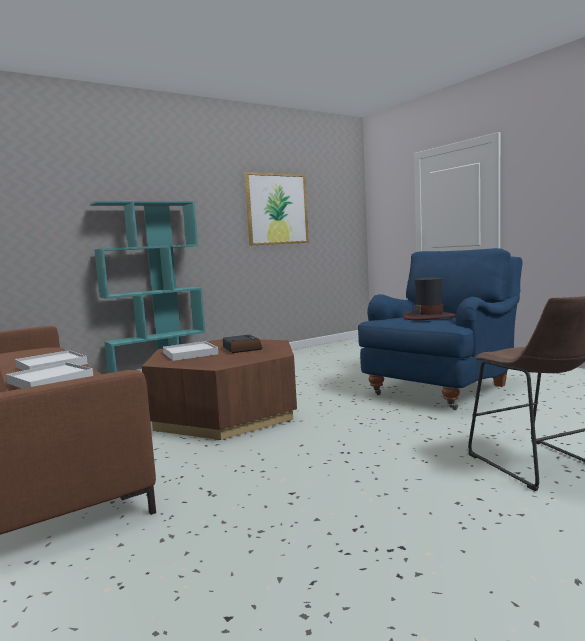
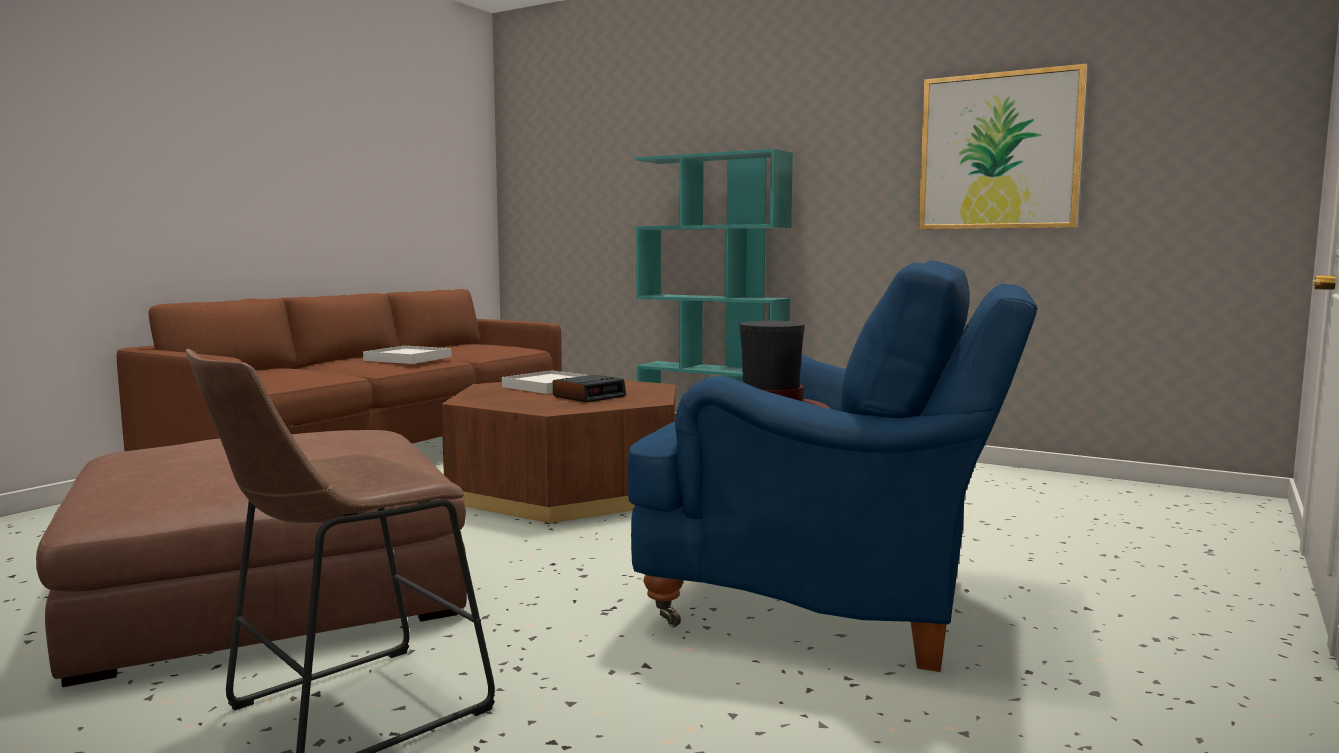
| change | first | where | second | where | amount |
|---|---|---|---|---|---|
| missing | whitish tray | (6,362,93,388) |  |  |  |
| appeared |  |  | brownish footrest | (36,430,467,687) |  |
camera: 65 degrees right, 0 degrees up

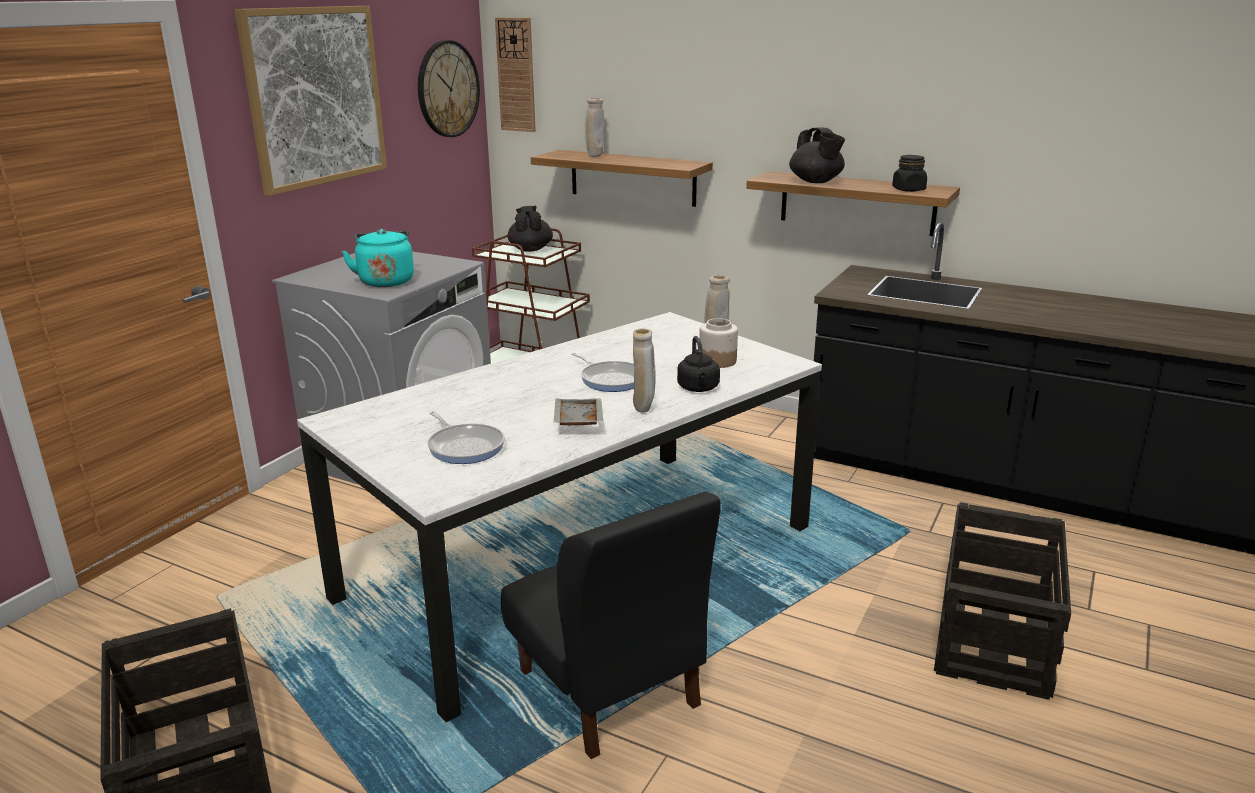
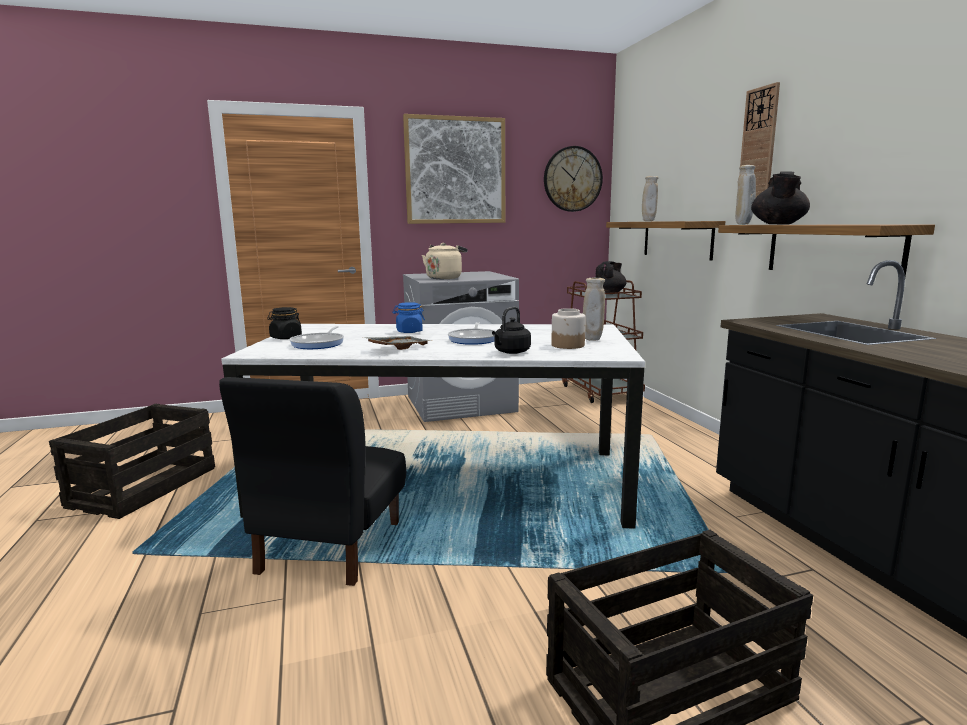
| change | first | where | second | where | amount |
|---|---|---|---|---|---|
| relocated | clock on the wall | (495,18,536,132) |  | (739,82,780,197) |  |
| relocated | black-coloured preserve jar | (892,155,927,192) |  | (267,307,302,339) |  |
| colour | turquoise-coloured kettle | (342,229,414,287) | sand-coloured kettle | (422,243,468,279) |  |
| relocated | sand-coloured vase | (633,329,656,413) |  | (735,165,756,225) |  |
| appeared |  |  | bluish preserve jar | (392,302,425,333) |  |
camera: 45 degrees right, 10 degrees down

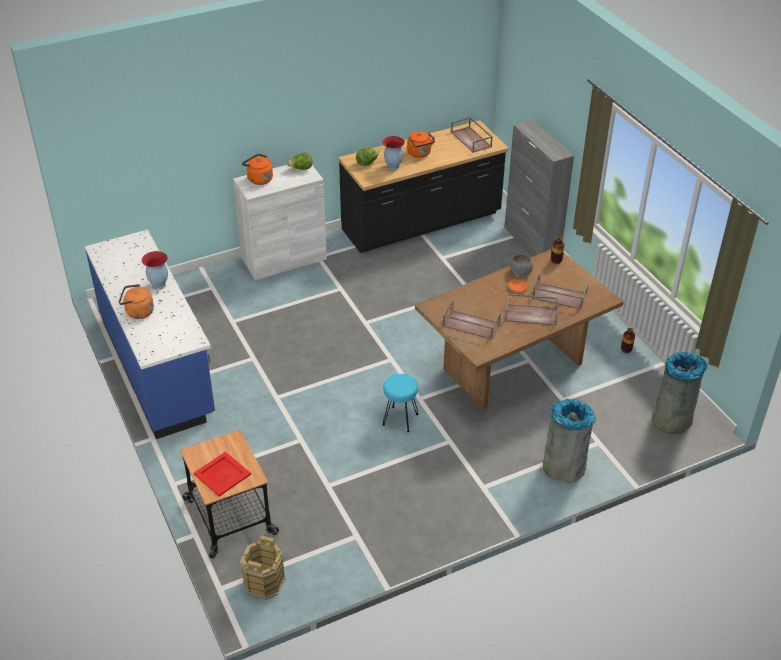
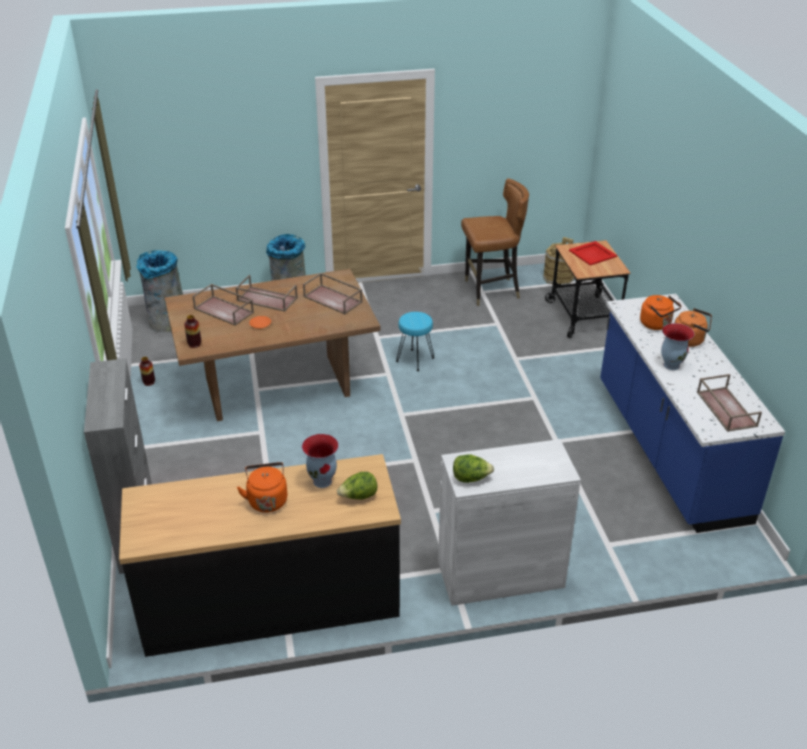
| change | first | where | second | where | amount |
|---|---|---|---|---|---|
| relocated | brownish tray | (451,117,493,153) |  | (697,374,762,432) |  |
| relocated | orangey kettle | (242,154,273,185) |  | (640,295,681,330) |  |
| missing | gray bowl | (510,255,533,276) |  |  |  |
| appeared |  |  | brownish plain chair | (461,178,529,306) |  |
camera: 165 degrees left, 5 degrees down

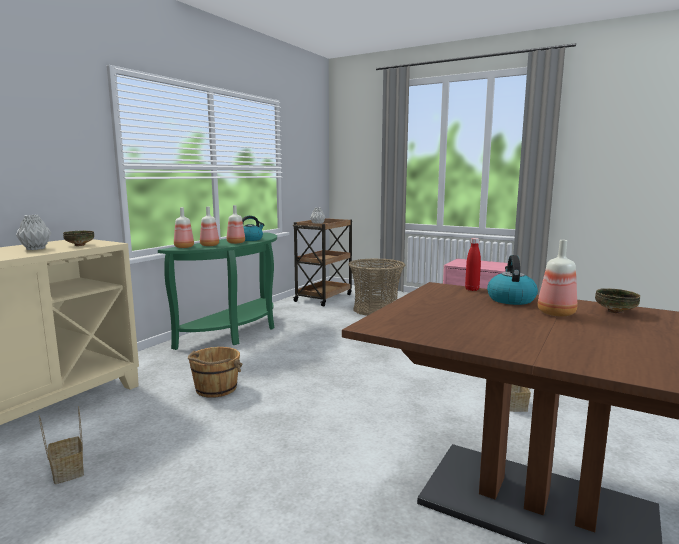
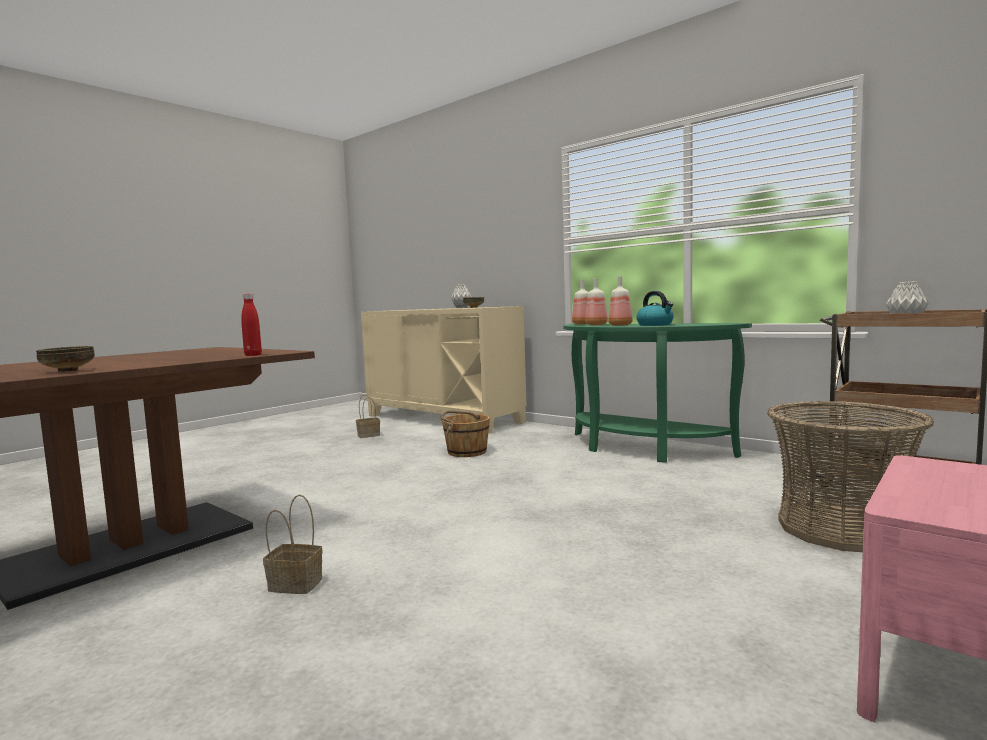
| change | first | where | second | where | amount |
|---|---|---|---|---|---|
| missing | beverage bottle | (537,240,577,317) |  |  |  |
| missing | kettle | (487,255,538,305) |  |  |  |
camera: 100 degrees right, 5 degrees down

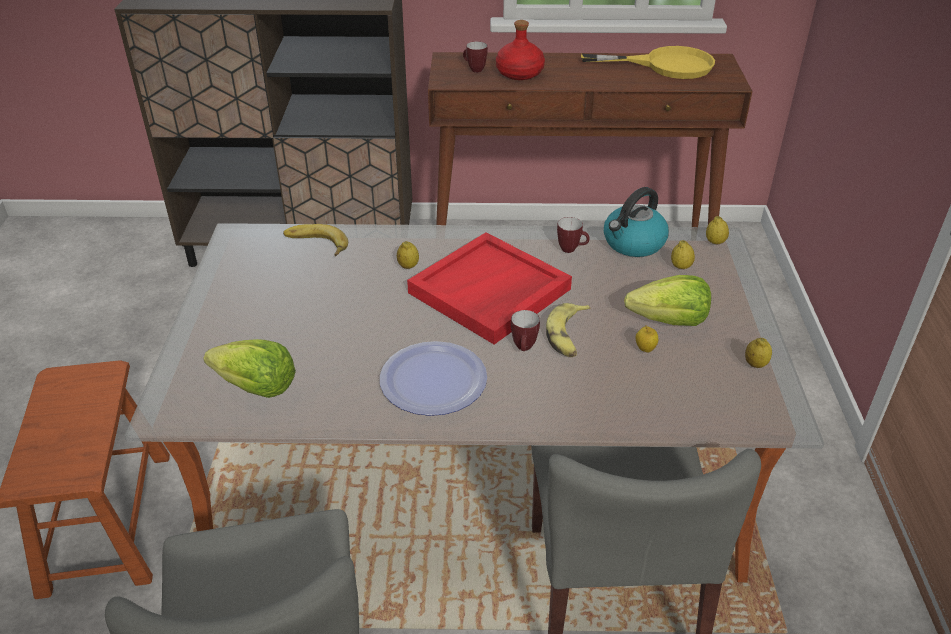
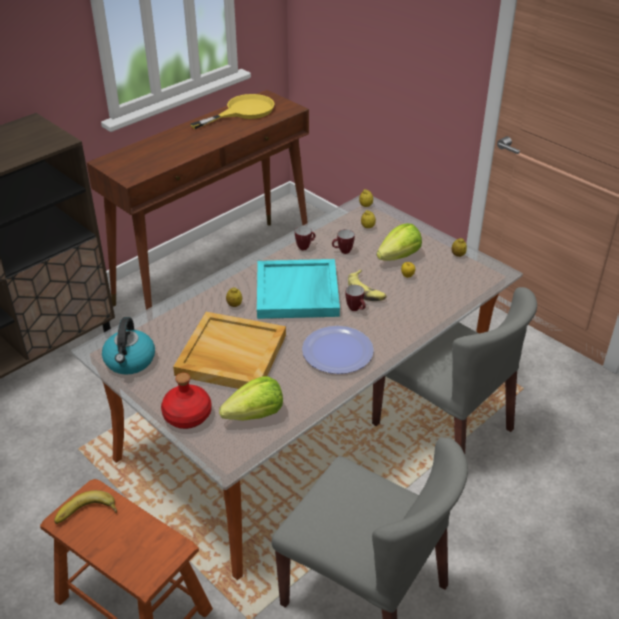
| change | first | where | second | where | amount |
|---|---|---|---|---|---|
| relocated | red beverage bottle | (496,20,545,80) |  | (161,373,212,429) |  |
| relocated | coffee mug | (463,41,488,73) |  | (332,229,355,254) |  |
| relocated | kettle | (604,187,669,257) |  | (102,317,155,375) |  |
| relocated | banana | (283,224,348,256) |  | (54,490,117,524) |  |
| colour | red tray | (407,232,572,345) | turquoise-coloured tray | (257,259,340,319) |  |
| appeared |  |  | sand-coloured tray | (173,312,286,389) |  |
camera: 45 degrees left, 0 degrees up

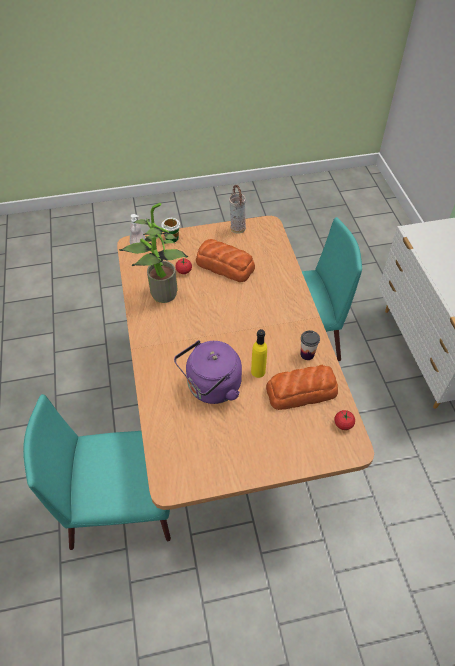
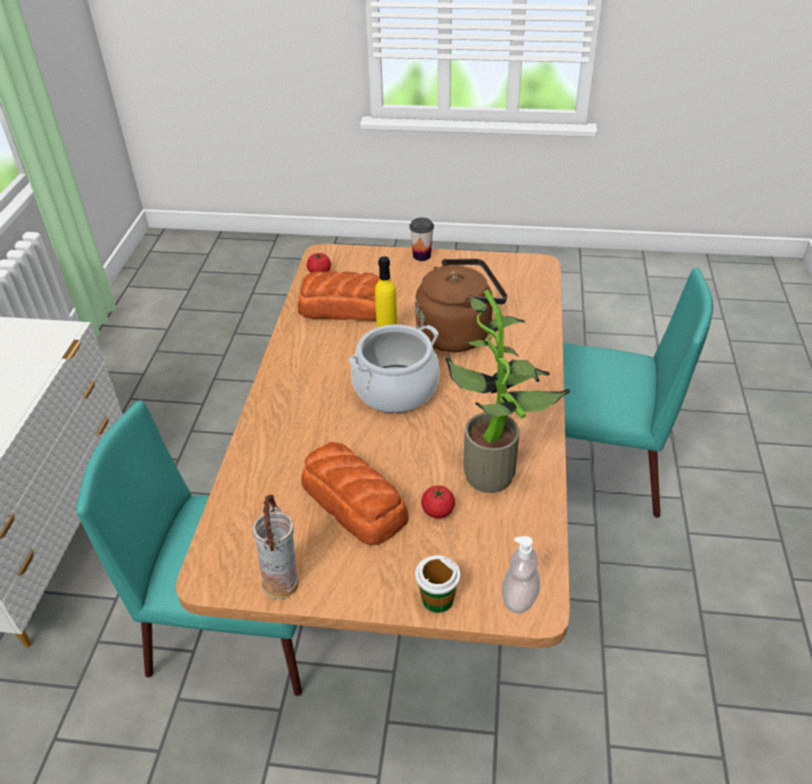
| change | first | where | second | where | amount |
|---|---|---|---|---|---|
| relocated | drinking cup | (300,330,320,360) |  | (409,218,434,261) |  |
| colour | purple-coloured kettle | (174,340,242,404) | brownish kettle | (415,259,507,352) |  |
| appeared |  |  | stockpot | (349,324,440,413) |  |
camera: 160 degrees left, 10 degrees down

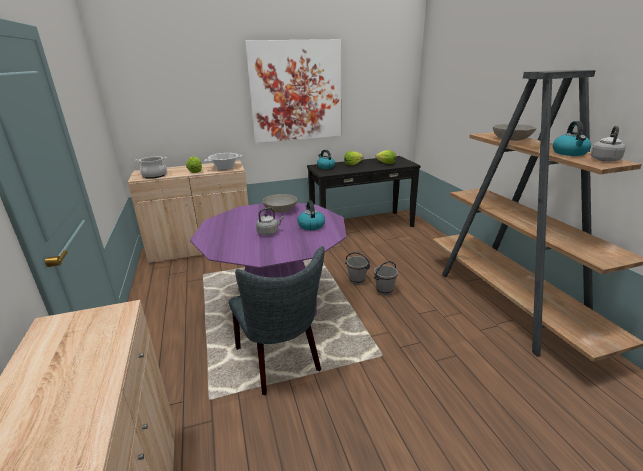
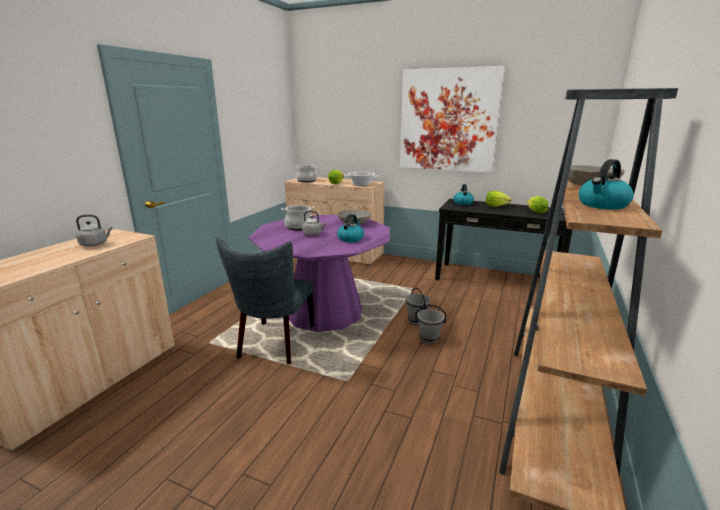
| change | first | where | second | where | amount |
|---|---|---|---|---|---|
| relocated | gray kettle | (591,126,626,162) |  | (76,215,112,247) |  |
| appeared |  |  | stockpot | (281,205,315,230) |  |
camera: 40 degrees right, 5 degrees down

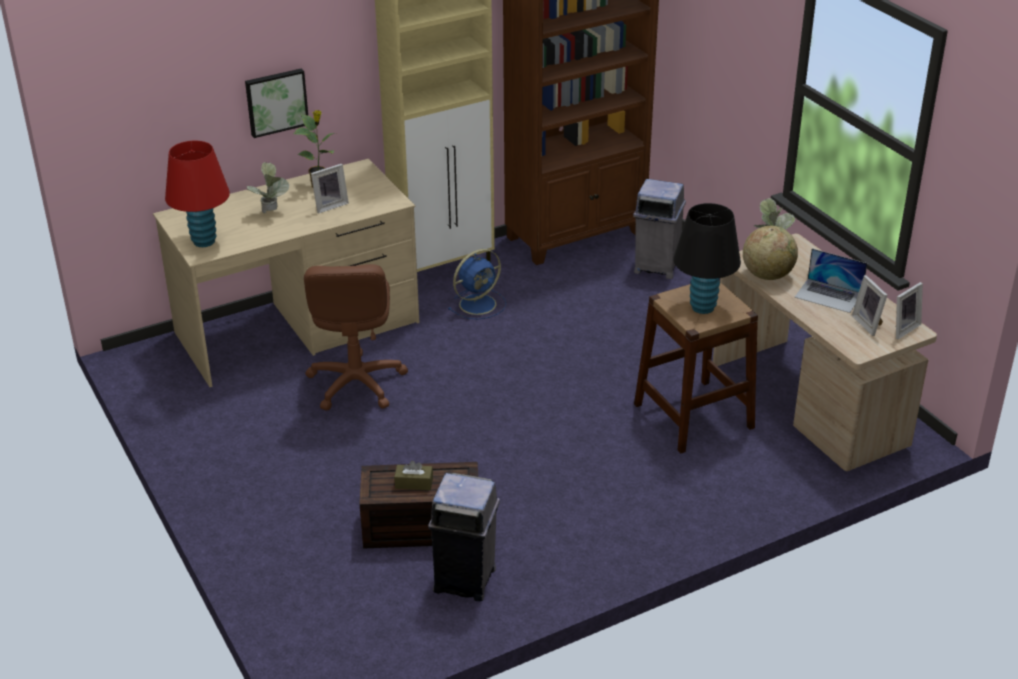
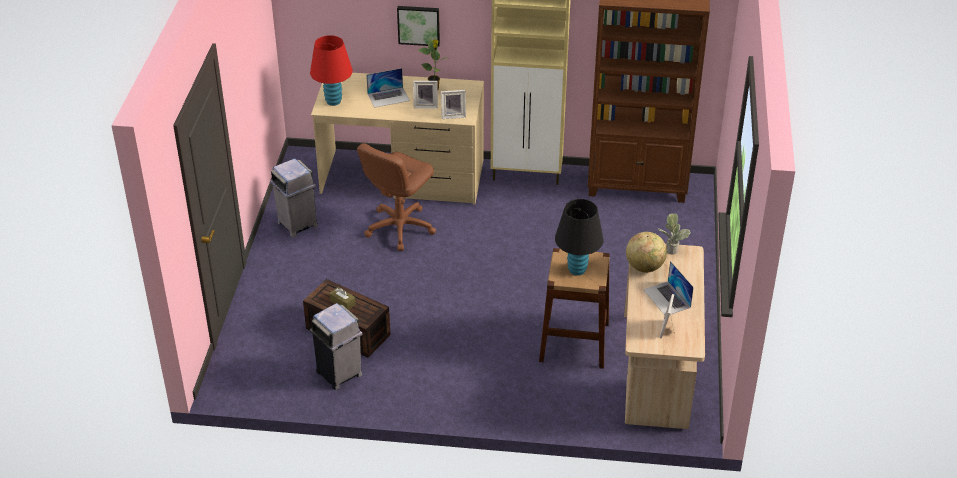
| change | first | where | second | where | amount |
|---|---|---|---|---|---|
| exchanged | potted plant | (247,162,289,214) | laptop | (366,68,410,108) |  |
| relocated | gray waste bin | (633,179,686,279) |  | (270,158,318,237) |  |
| missing | bluish cooling fan | (448,249,506,320) |  |  |  |
| relocated | picture frame | (896,282,923,339) |  | (441,90,466,119) |  |
camera: 35 degrees right, 5 degrees up

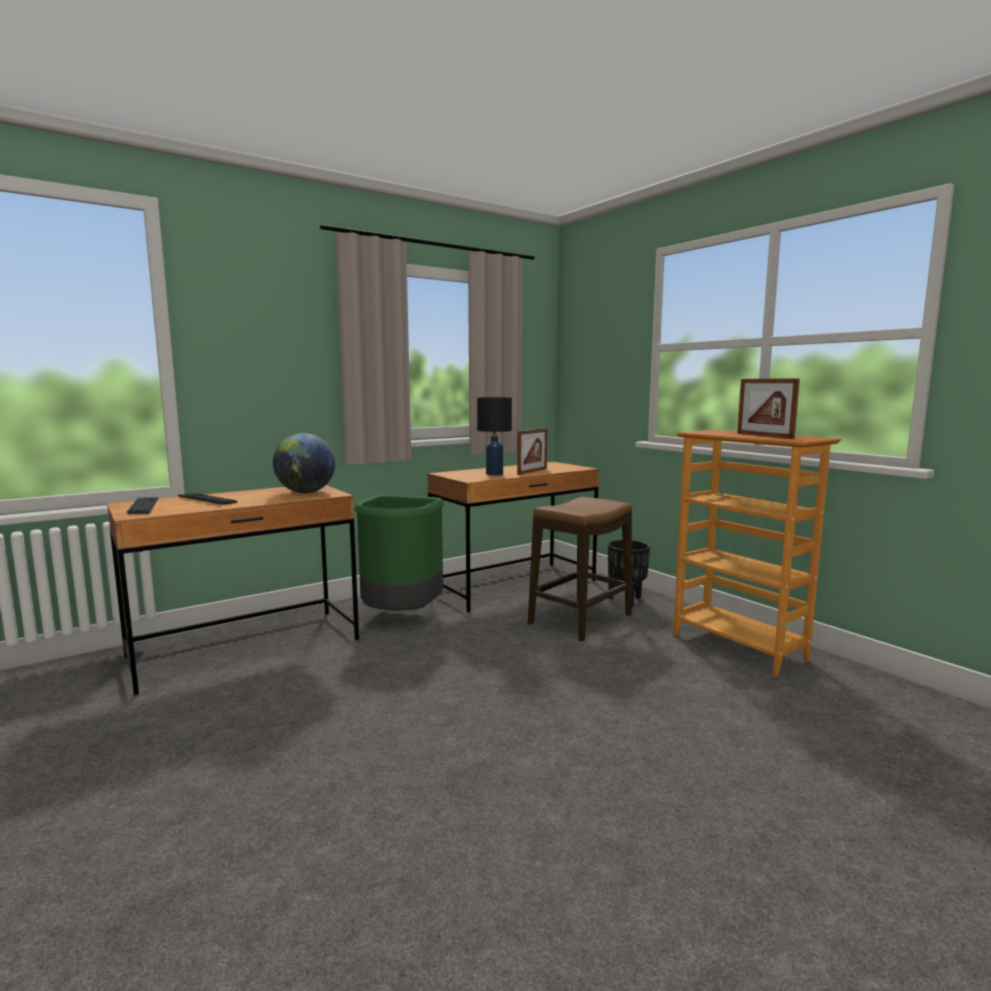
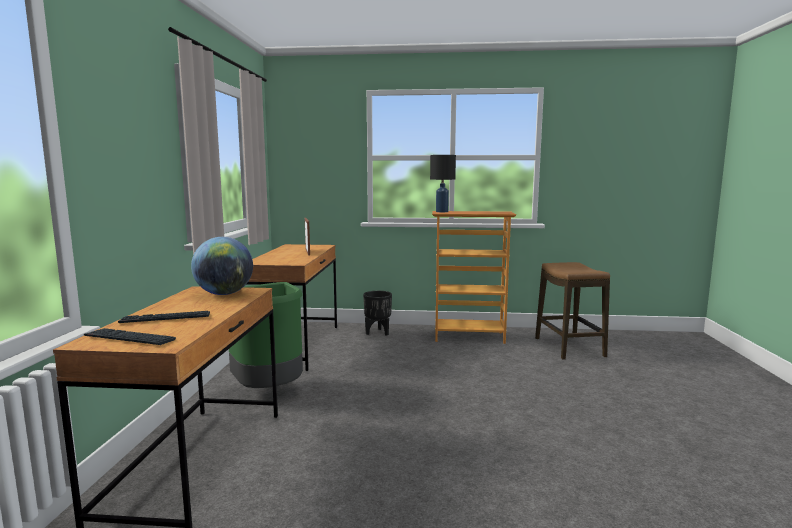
| change | first | where | second | where | amount |
|---|---|---|---|---|---|
| missing | picture frame | (737,378,800,439) |  |  |  |
| relocated | black-coloured lamp for a table | (477,397,512,476) |  | (430,155,456,212) |  |
| relocated | stool seat | (528,497,632,642) |  | (535,262,610,360) |  |
camera: 50 degrees left, 0 degrees up

